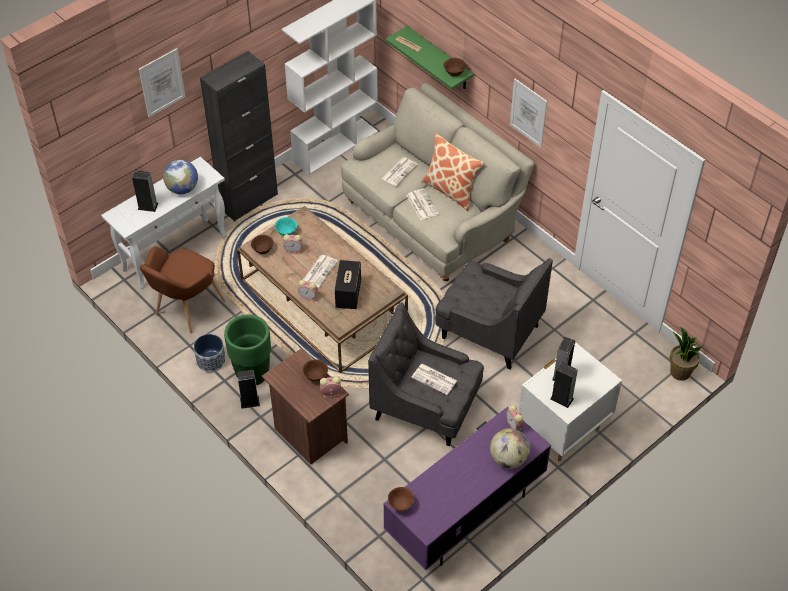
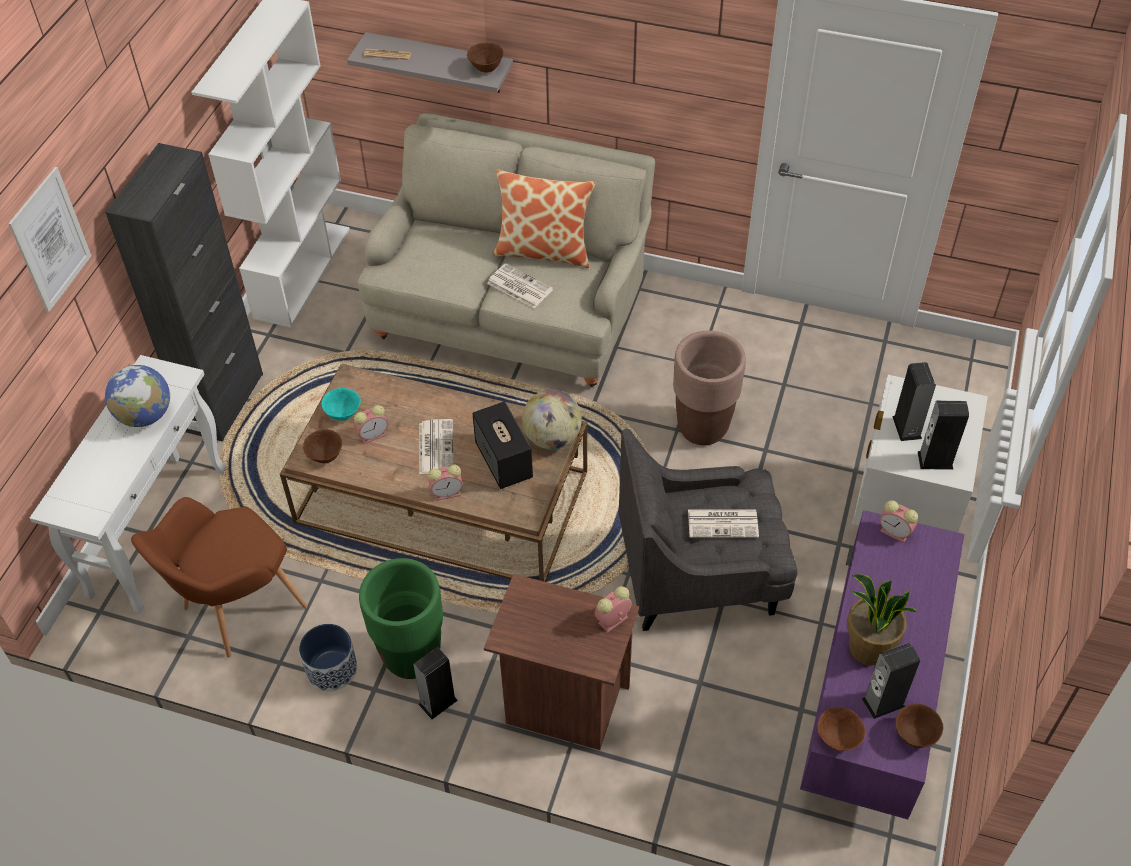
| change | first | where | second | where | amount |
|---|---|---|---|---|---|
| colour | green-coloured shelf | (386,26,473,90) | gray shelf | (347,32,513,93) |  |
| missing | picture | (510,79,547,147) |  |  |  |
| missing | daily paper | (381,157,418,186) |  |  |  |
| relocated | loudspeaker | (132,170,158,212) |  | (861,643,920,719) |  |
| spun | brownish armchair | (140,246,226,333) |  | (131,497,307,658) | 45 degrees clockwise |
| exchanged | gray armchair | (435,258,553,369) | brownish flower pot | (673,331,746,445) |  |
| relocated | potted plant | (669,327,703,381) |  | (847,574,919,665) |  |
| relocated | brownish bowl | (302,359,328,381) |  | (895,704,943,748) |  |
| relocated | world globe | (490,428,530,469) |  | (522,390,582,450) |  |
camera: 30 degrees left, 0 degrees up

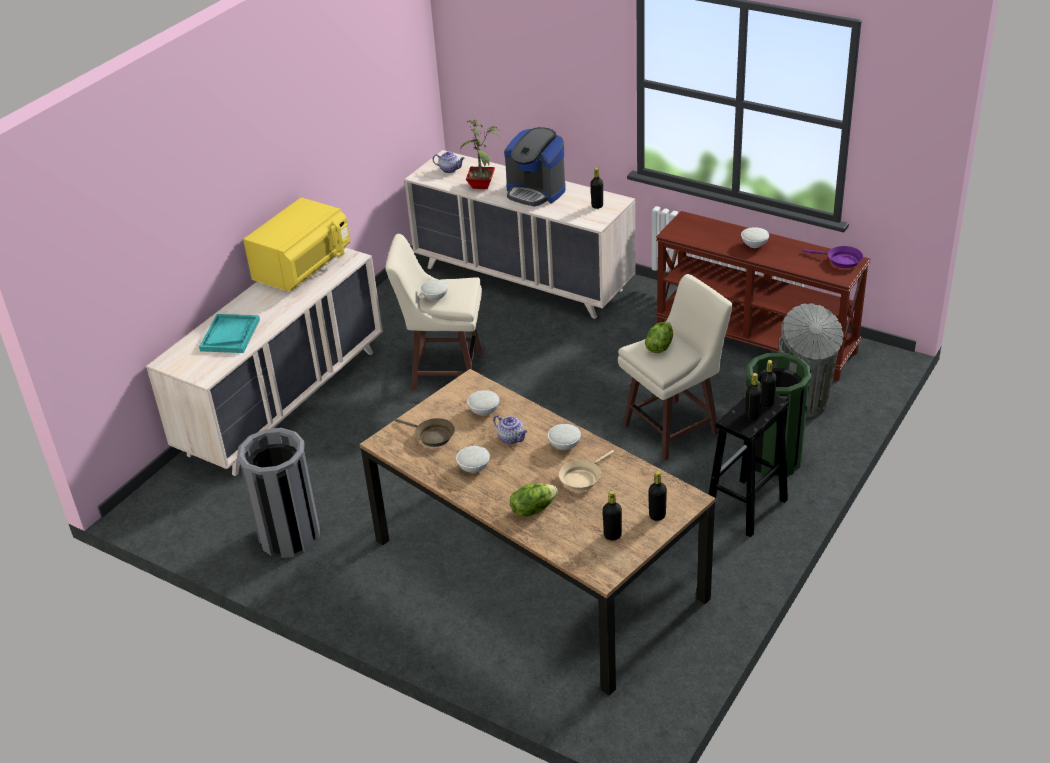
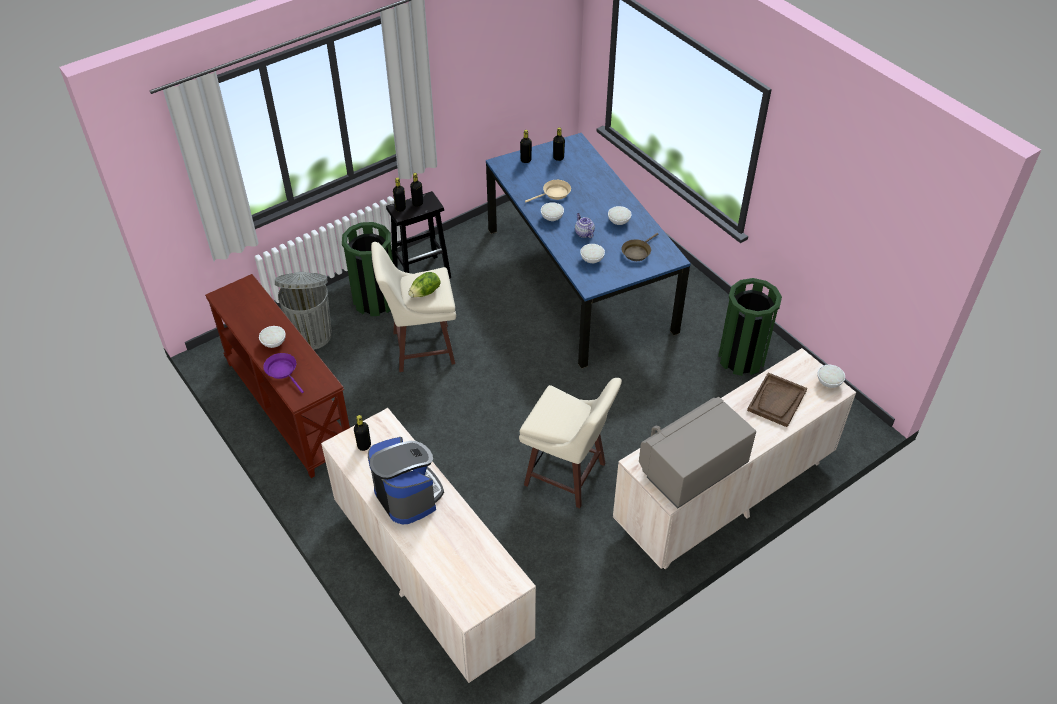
| change | first | where | second | where | amount |
|---|---|---|---|---|---|
| missing | potted plant | (460,120,501,189) |  |  |  |
| missing | pot for tea | (433,152,465,173) |  |  |  |
| colour | yellow microwave | (243,198,350,291) | gray microwave | (639,397,756,509) |  |
| relocated | purple-coloured skillet | (803,246,863,268) |  | (263,353,304,393) |  |
| relocated | whitish bowl | (420,280,448,301) |  | (817,365,845,388) |  |
| colour | turquoise-coloured tray | (199,314,260,353) | brownish tray | (747,373,807,427) |  |
| colour | brownish dinner table | (360,369,716,696) | bluish dinner table | (486,133,691,369) |  |
| spun | brownish skillet | (395,418,455,447) |  | (621,233,658,261) | 105 degrees counterclockwise |
| colour | gray waste bin | (237,428,320,558) | green-coloured waste bin | (718,278,782,376) |  |
| missing | head of lettuce | (510,483,558,516) |  |  |  |
camera: 160 degrees left, 10 degrees up

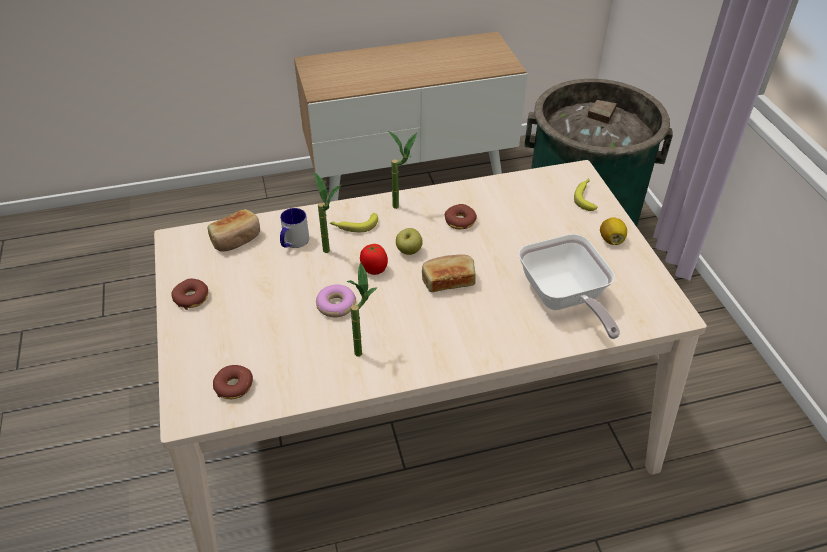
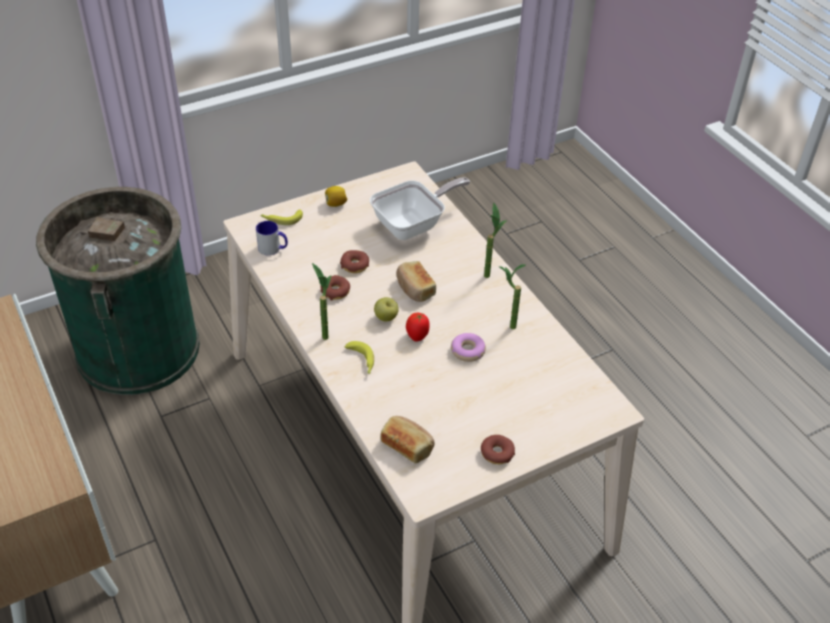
| change | first | where | second | where | amount |
|---|---|---|---|---|---|
| relocated | potted plant | (314,172,341,253) |  | (484,203,507,278) |  |
| relocated | coffee mug | (280,208,309,248) |  | (256,221,288,255) |  |
| relocated | doughnut | (213,365,253,399) |  | (340,250,369,273) |  |
camera: 105 degrees left, 0 degrees up

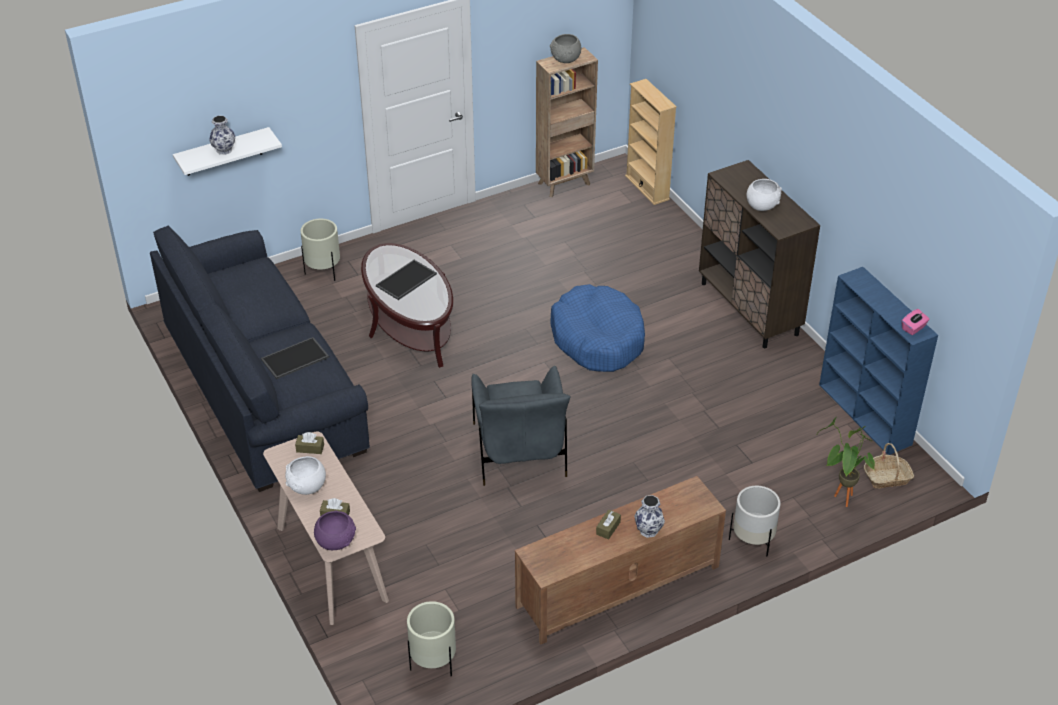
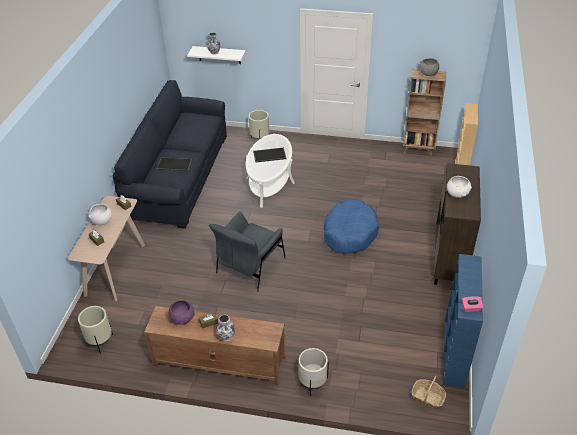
| change | first | where | second | where | amount |
|---|---|---|---|---|---|
| colour | brownish coffee table | (361,243,453,368) | whitish coffee table | (246,134,295,208) |  |
| missing | potted plant | (816,417,875,507) |  |  |  |
| relocated | purple-coloured bowl | (314,511,356,550) |  | (169,300,195,325) |  |
camera: 40 degrees right, 0 degrees up

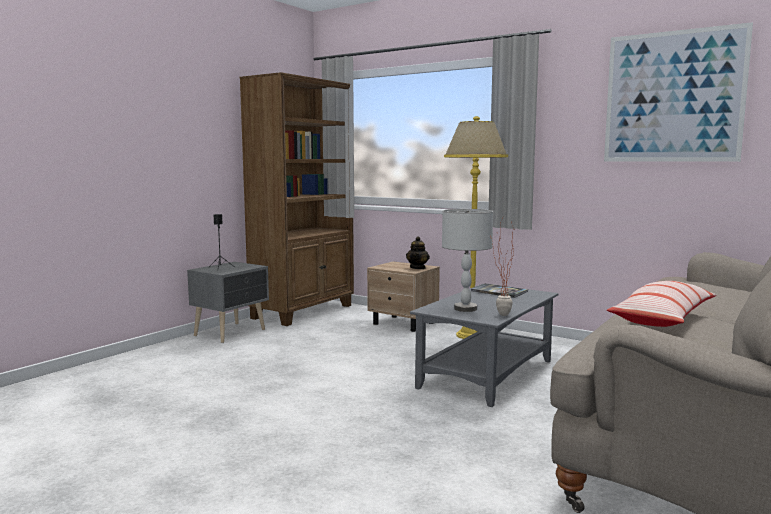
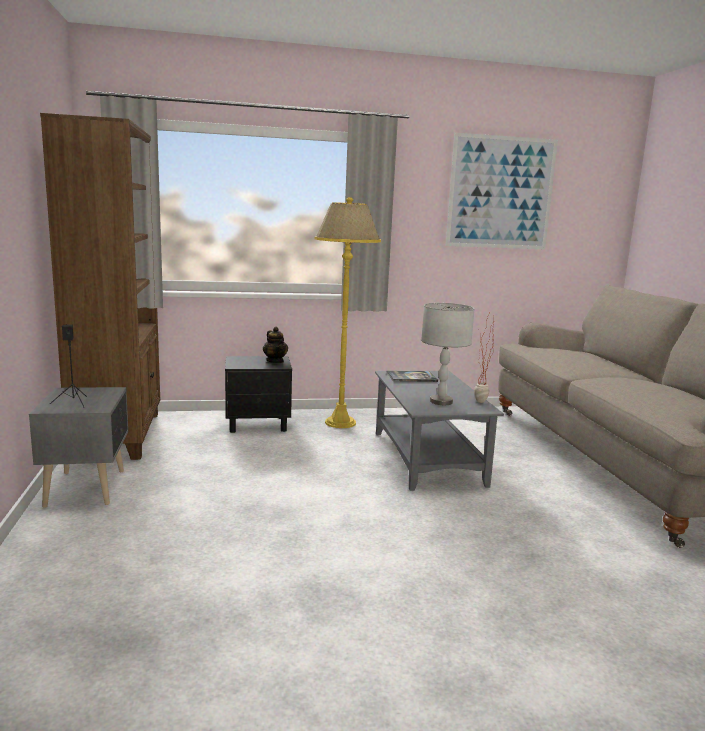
| change | first | where | second | where | amount |
|---|---|---|---|---|---|
| colour | sand-coloured bedside table | (367,261,440,332) | black-coloured bedside table | (225,356,292,433) |  |
| missing | throw pillow | (607,281,716,327) |  |  |  |
camera: 45 degrees left, 5 degrees up

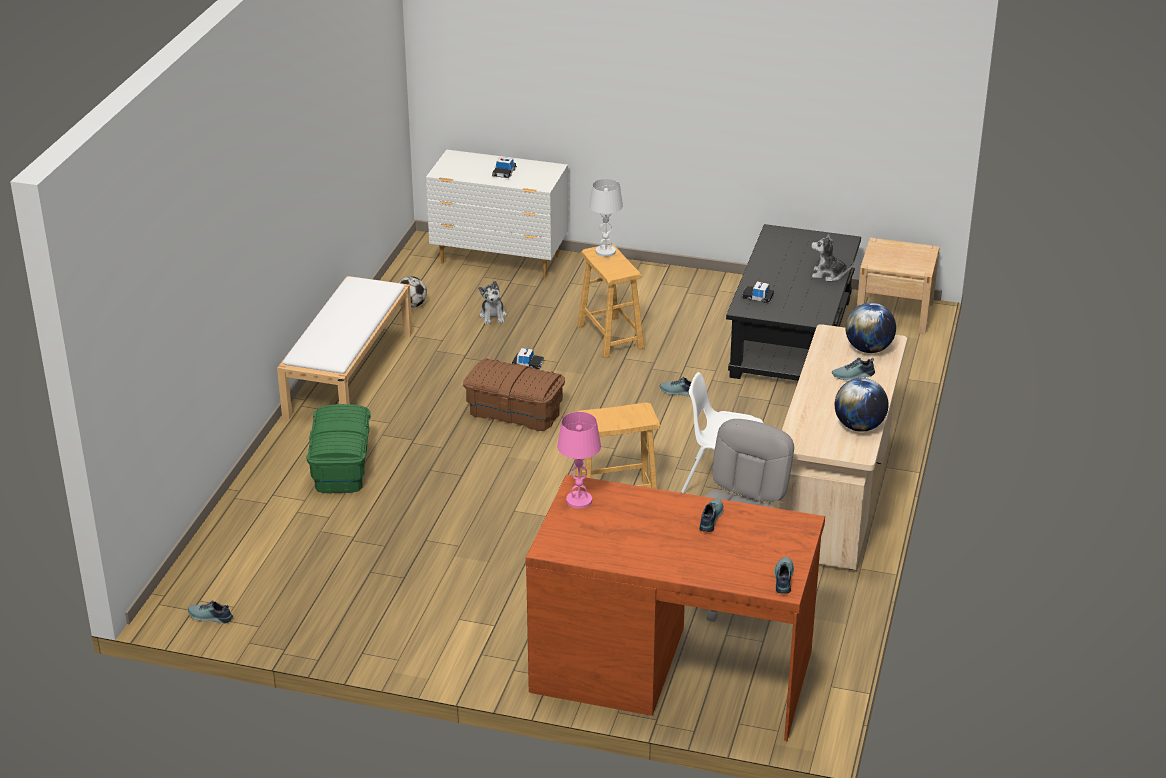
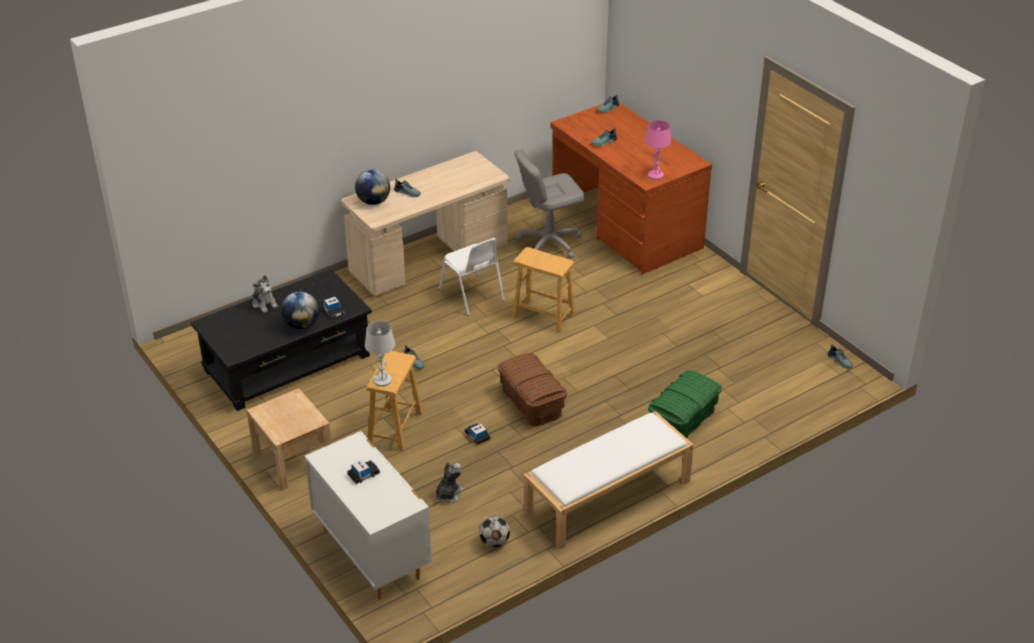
| change | first | where | second | where | amount |
|---|---|---|---|---|---|
| relocated | sand-coloured bedside table | (857,238,940,334) |  | (247,388,332,490) |  |
| relocated | world globe | (835,378,889,432) |  | (281,291,319,329) |  |
camera: 140 degrees left, 5 degrees up

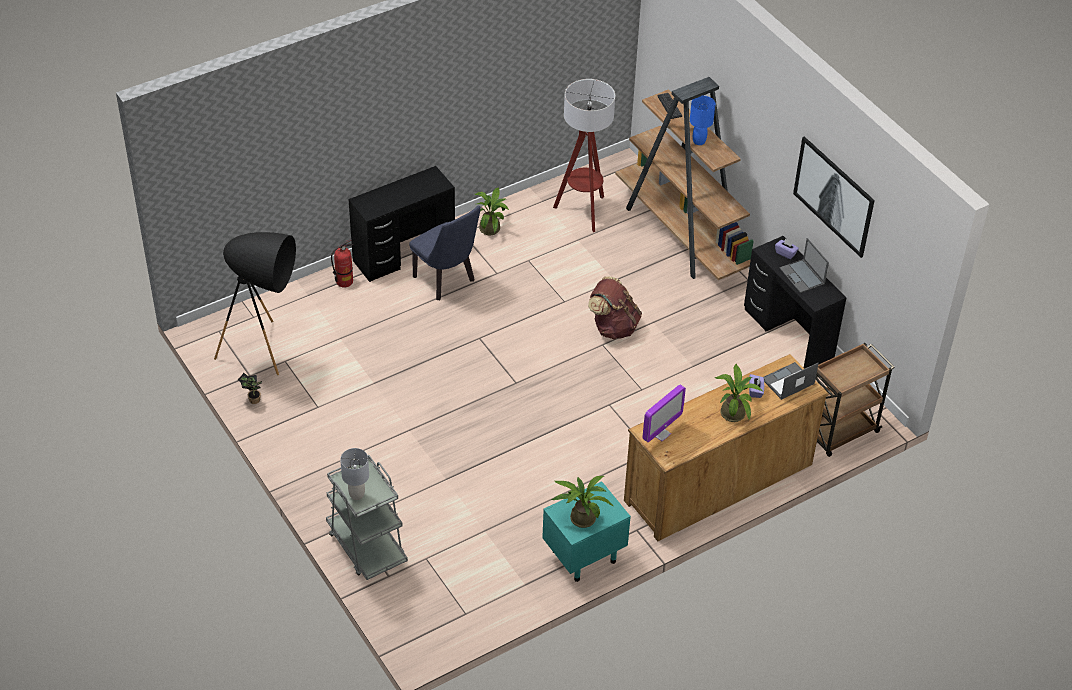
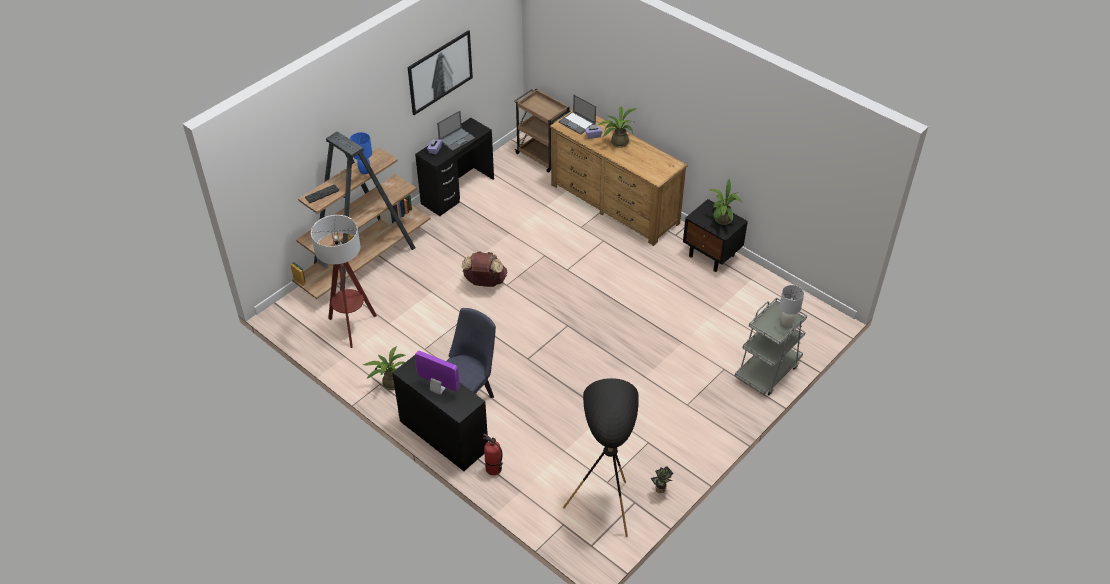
| change | first | where | second | where | amount |
|---|---|---|---|---|---|
| relocated | computer display | (642,385,686,442) |  | (415,351,460,395) |  |
| colour | turquoise-coloured bedside table | (542,481,631,582) | black-coloured bedside table | (683,199,748,272) |  |
camera: 105 degrees left, 0 degrees up

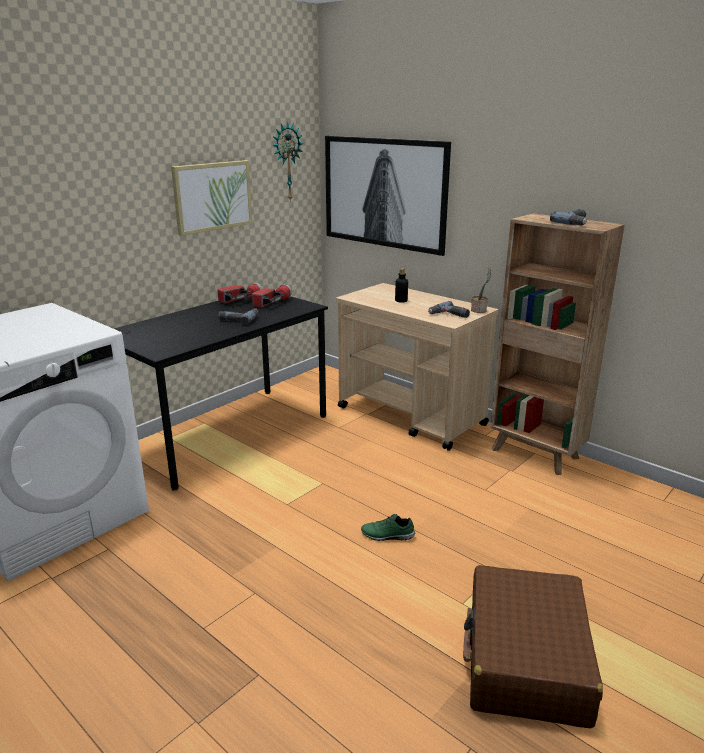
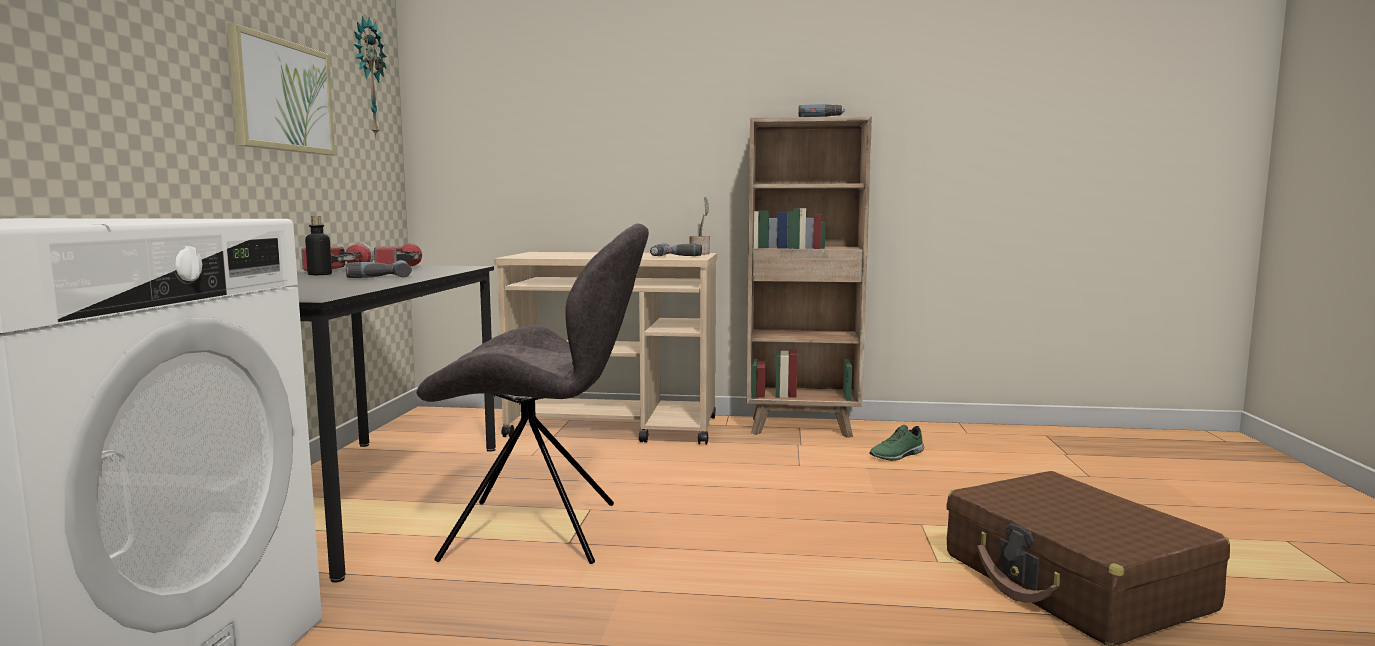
| change | first | where | second | where | amount |
|---|---|---|---|---|---|
| missing | picture | (325,136,451,256) |  |  |  |
| relocated | beverage bottle | (395,268,408,303) |  | (305,216,332,275) |  |
| relocated | green-coloured low shoe | (361,514,415,541) |  | (869,425,924,461) |  |
| appeared |  |  | gray plain chair | (416,224,649,564) |  |
camera: 35 degrees left, 15 degrees down

